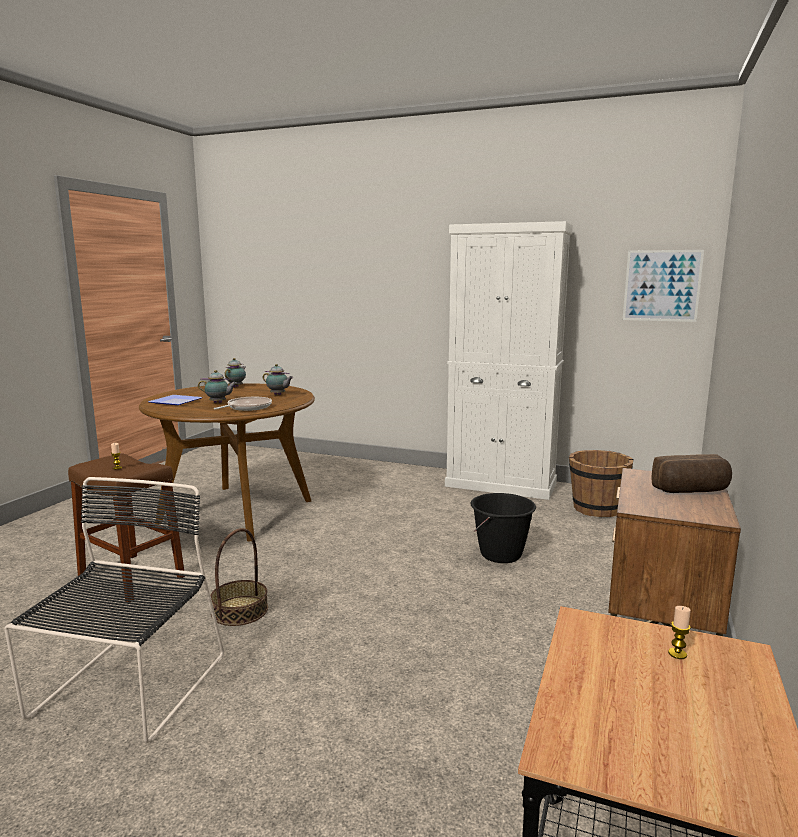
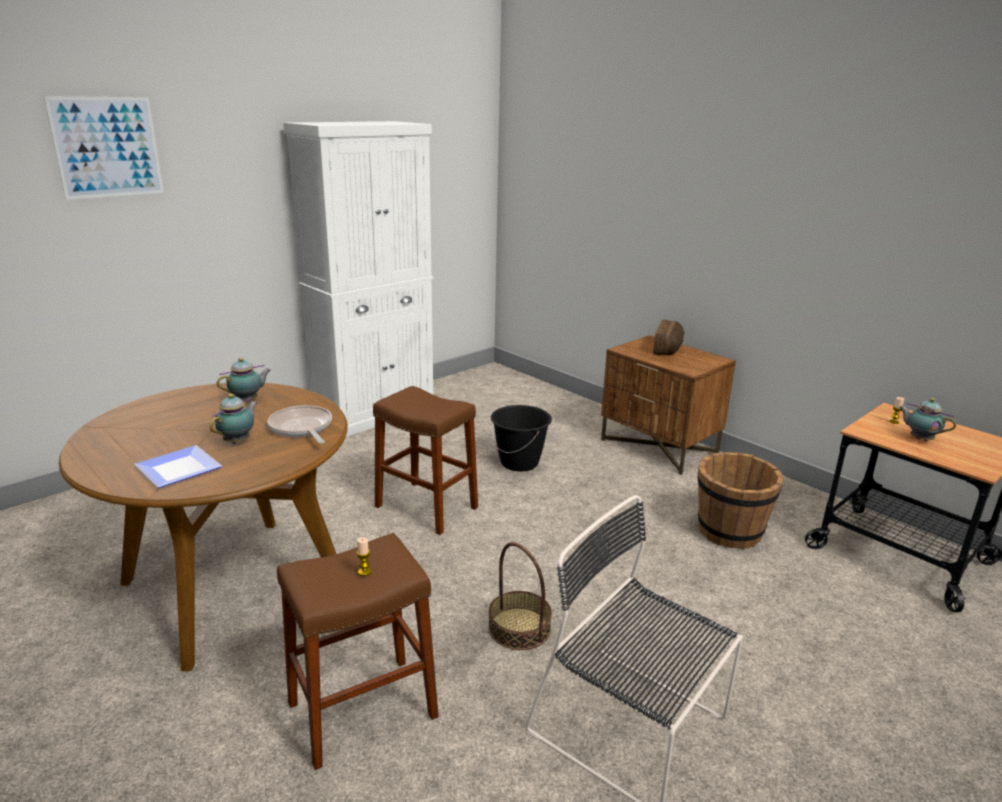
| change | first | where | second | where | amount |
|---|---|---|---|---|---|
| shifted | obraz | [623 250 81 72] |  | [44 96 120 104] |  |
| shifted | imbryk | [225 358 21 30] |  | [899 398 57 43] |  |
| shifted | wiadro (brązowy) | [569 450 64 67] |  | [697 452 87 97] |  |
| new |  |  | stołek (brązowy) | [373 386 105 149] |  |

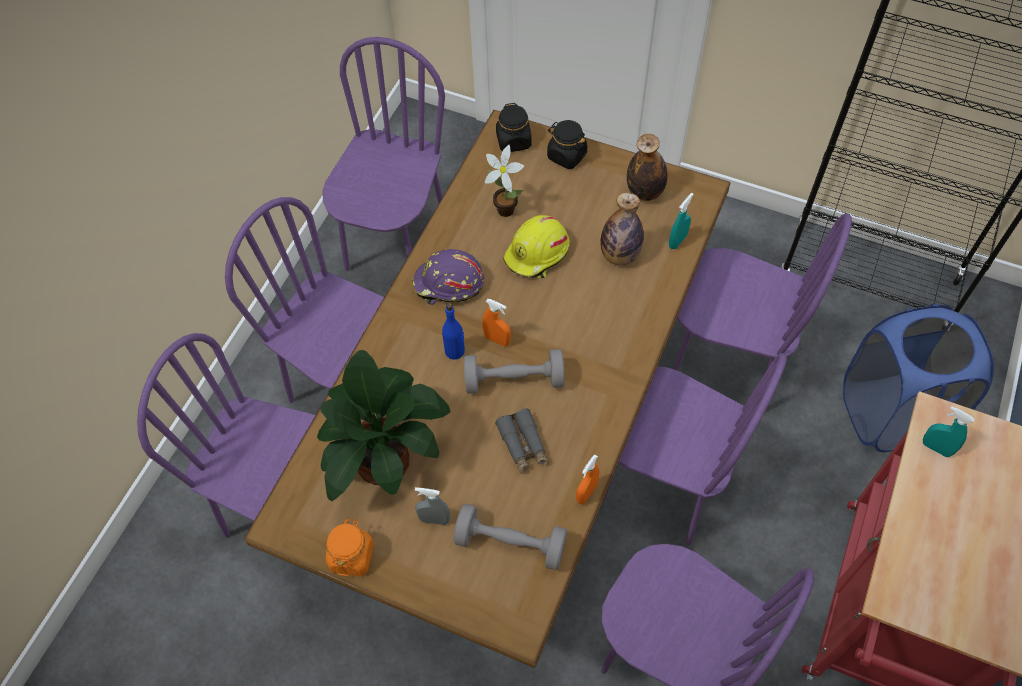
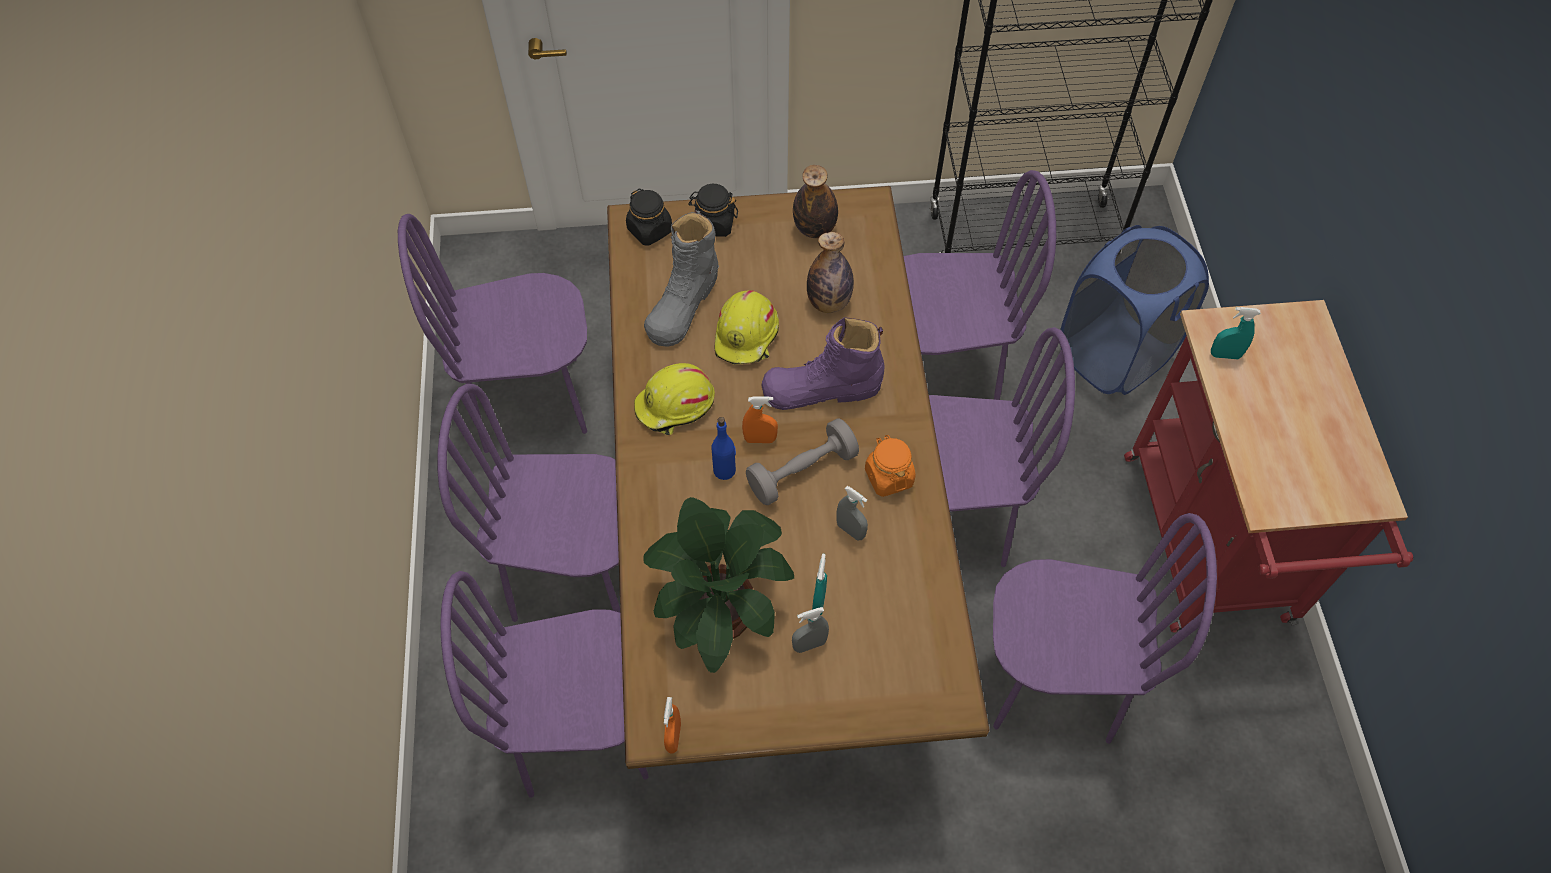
| change | first | where | second | where | amount |
|---|---|---|---|---|---|
| rotated | krzesło (fioletowy) | [322 37 123 234] |  | [398 214 189 239] | 90 degrees counterclockwise |
| swapped | roślina doniczkowa | [485 145 39 72] | but z cholewką (szary) | [644 210 75 137] |  |
| shifted | spryskiwacz (turkusowy) | [669 193 25 56] |  | [812 554 15 61] |  |
| repainted | kask (fioletowy) | [412 249 72 56] | kask (żółty) | [634 363 81 72] |  |
| swapped | lornetka (szary) | [495 408 54 66] | spryskiwacz (szary) | [836 486 32 54] |  |
| shifted | spryskiwacz (pomarańczowy) | [576 454 24 50] |  | [664 697 17 57] |  |
| gone | hantel (szary) | [453 504 114 66] |  |  |  |
| shifted | słoik (pomarańczowy) | [326 518 48 58] |  | [865 435 51 62] |  |
| new |  |  | but z cholewką (fioletowy) | [761 317 124 93] |  |

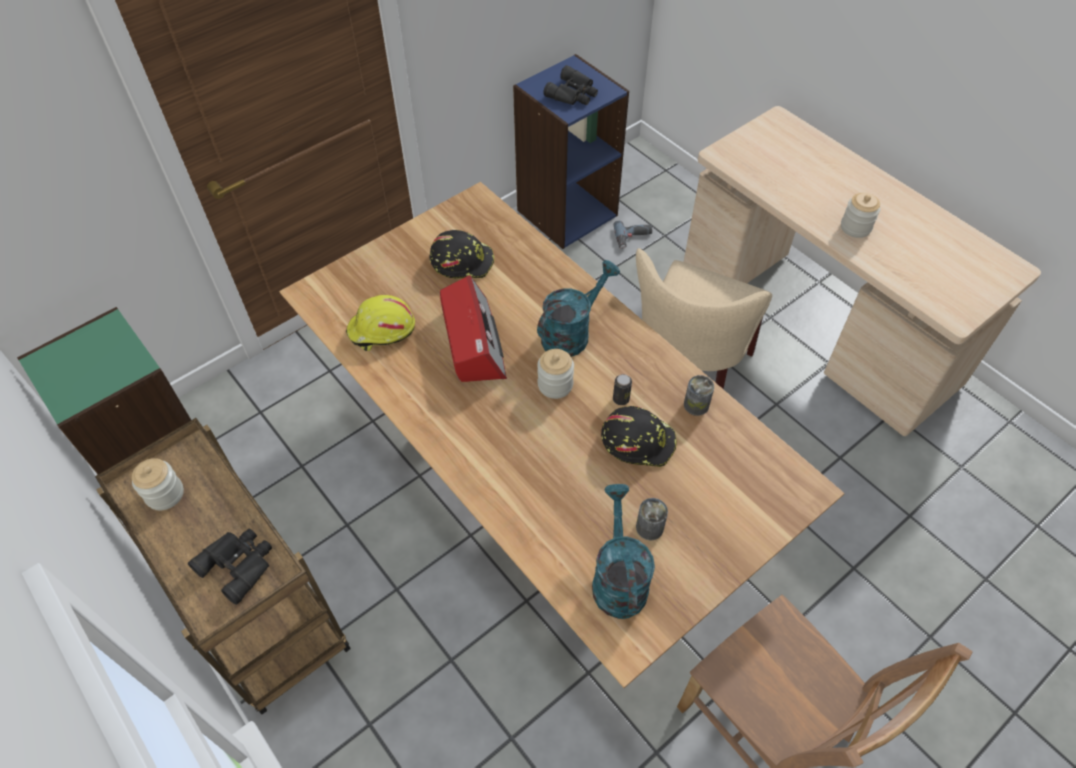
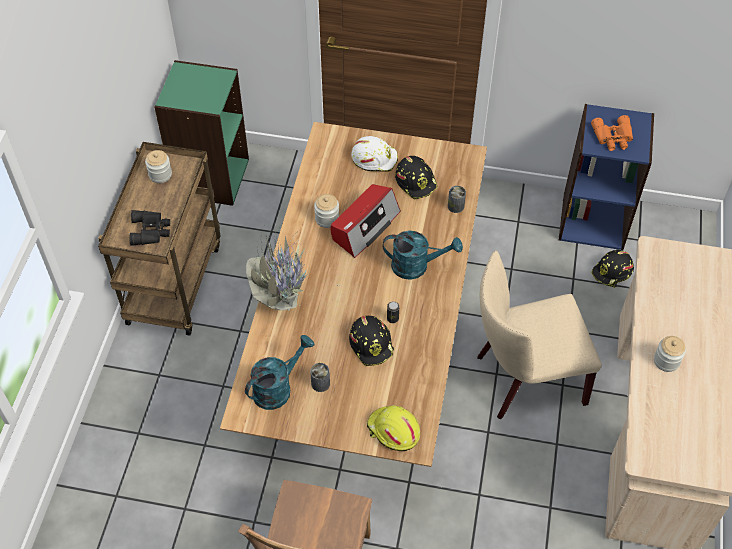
| change | first | where | second | where | amount |
|---|---|---|---|---|---|
| repainted | lornetka (czarny) | [543 65 55 40] | lornetka (pomarańczowy) | [591 115 42 36] |  |
| swapped | wiertarka | [614 221 38 28] | kask (czarny) | [591 250 43 38] |  |
| shifted | kask (żółty) | [346 295 69 56] |  | [367 405 53 46] |  |
| shifted | słoik | [537 349 37 50] |  | [314 194 25 34] |  |
| shifted | puszka | [684 375 30 41] |  | [448 186 18 27] |  |
| new |  |  | kask (biały) | [351 136 47 36] |  |
| new |  |  | roślina doniczkowa | [246 224 94 87] |  |

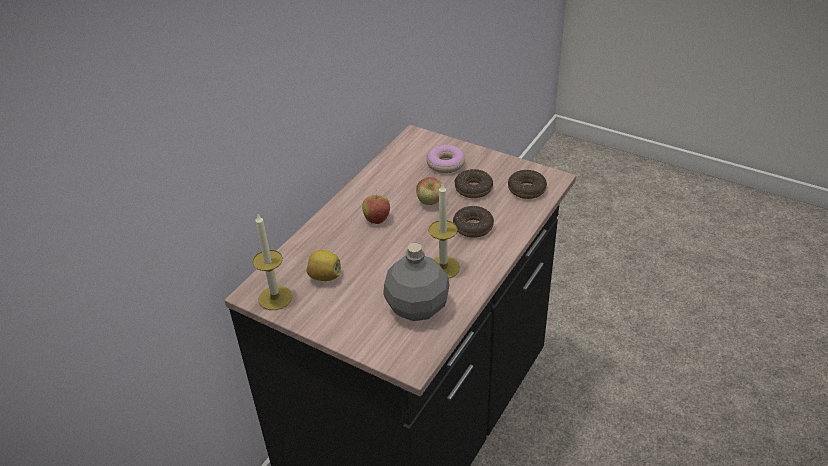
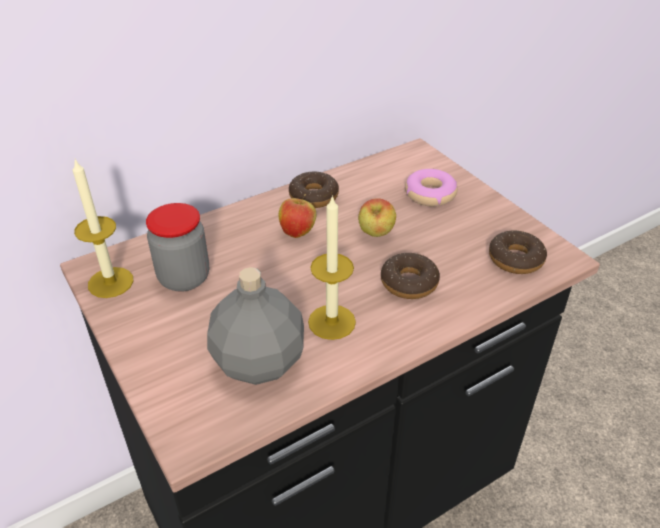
| change | first | where | second | where | amount |
|---|---|---|---|---|---|
| shifted | donut | [454 169 39 29] |  | [289 171 50 37] |  |
| swapped | cytryna | [306 250 35 31] | słoik | [146 203 63 89] |  |

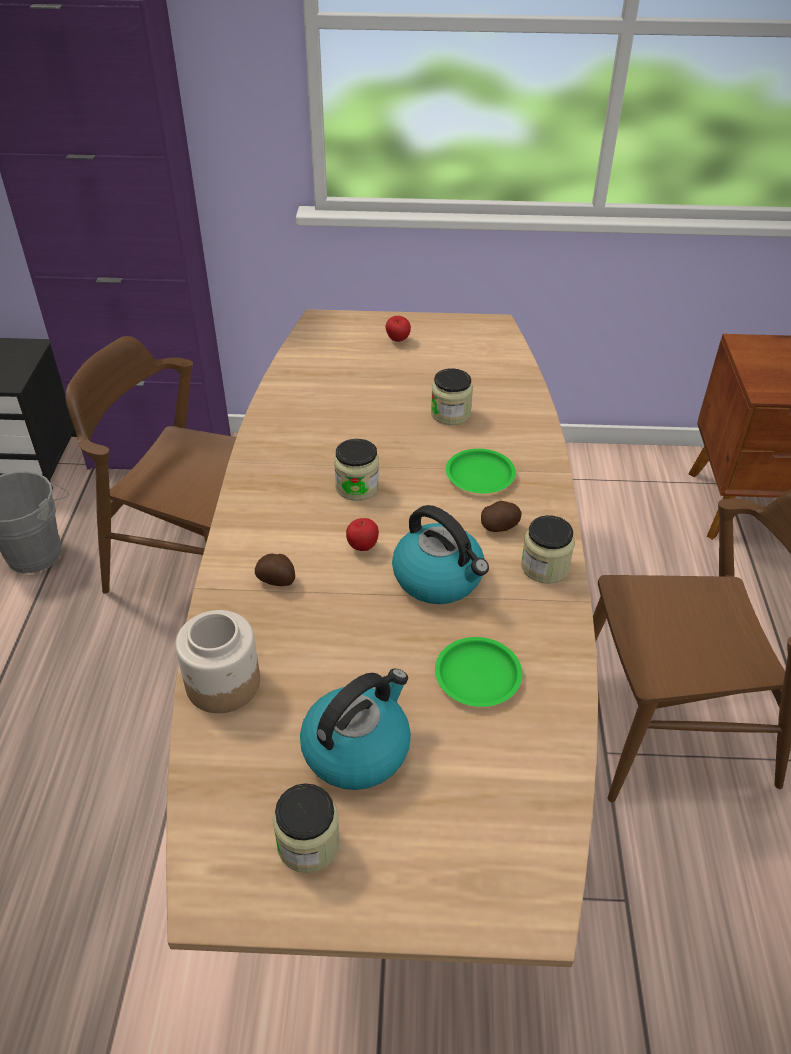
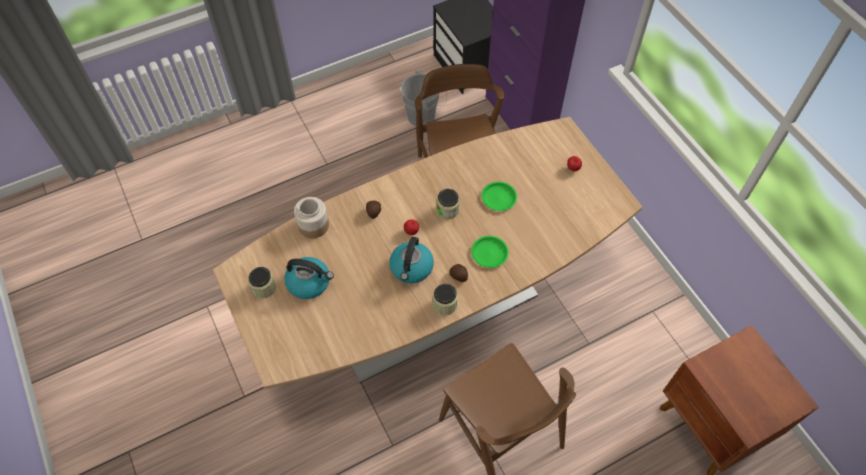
| change | first | where | second | where | amount |
|---|---|---|---|---|---|
| gone | słoik | [431 368 42 57] |  |  |  |
| shifted | talerz (zielony) | [435 637 87 70] |  | [481 182 36 29] |  |

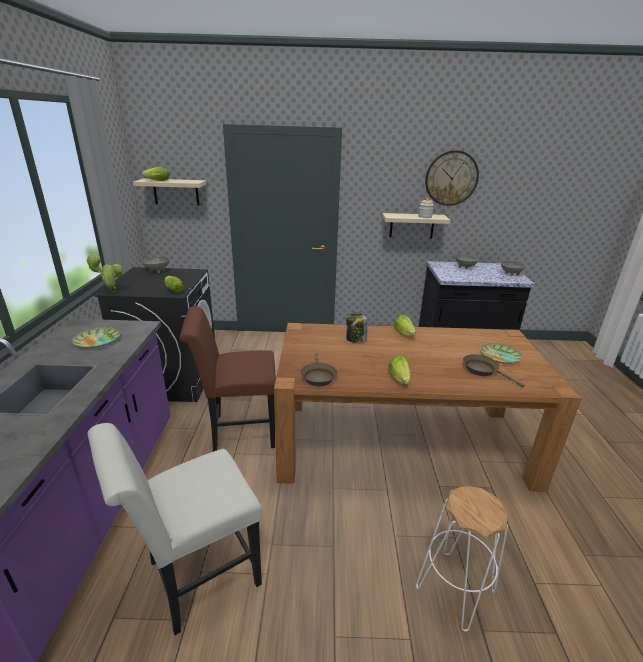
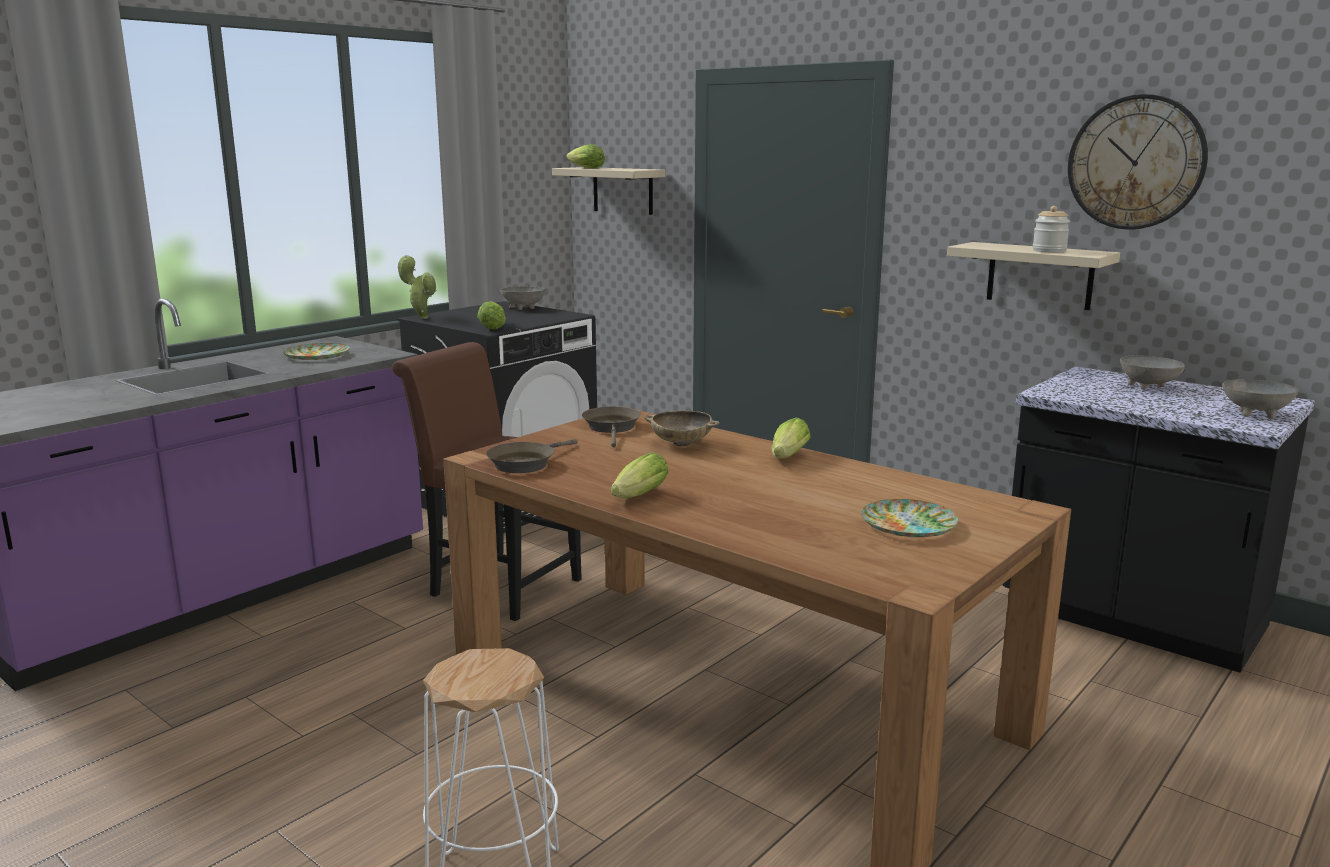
| change | first | where | second | where | amount |
|---|---|---|---|---|---|
| swapped | słoik | [346 312 21 31] | miska (beżowy) | [644 411 76 36] |  |
| shifted | patelnia (brązowy) | [463 354 61 33] |  | [582 407 59 40] |  |
| gone | krzesło (biały) | [88 423 174 212] |  |  |  |

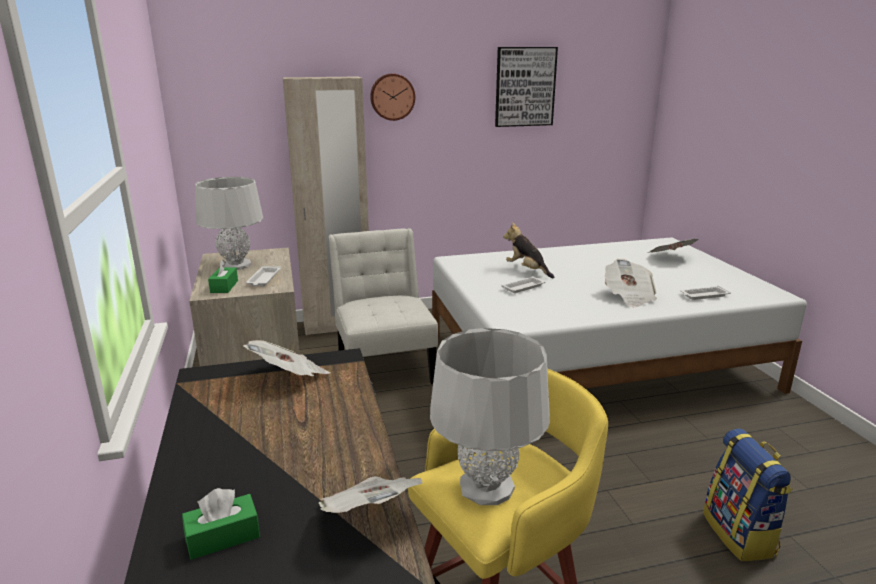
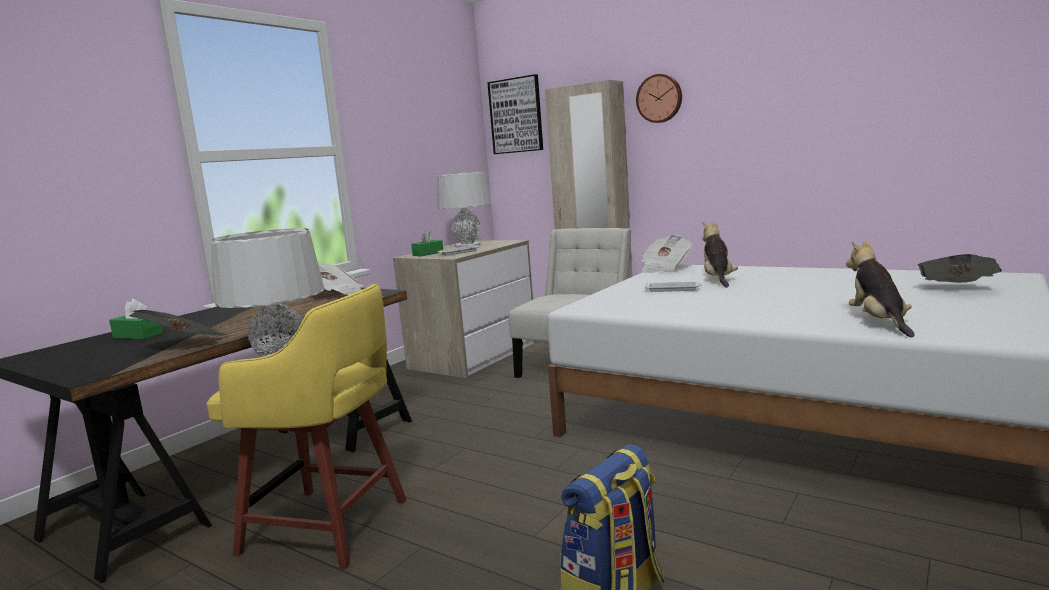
| change | first | where | second | where | amount |
|---|---|---|---|---|---|
| shifted | obraz | [495 47 63 80] |  | [487 74 56 80] |  |
| shifted | gazeta | [605 259 52 48] |  | [641 235 52 38] |  |
| swapped | taca (biały) | [680 286 51 14] | pluszak | [846 241 69 96] |  |

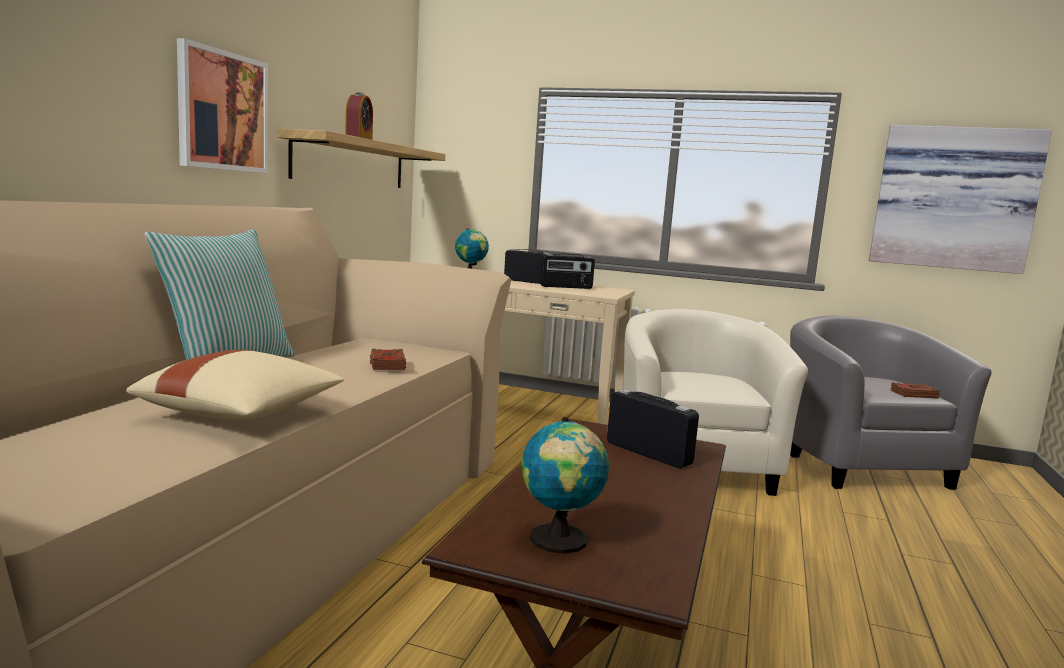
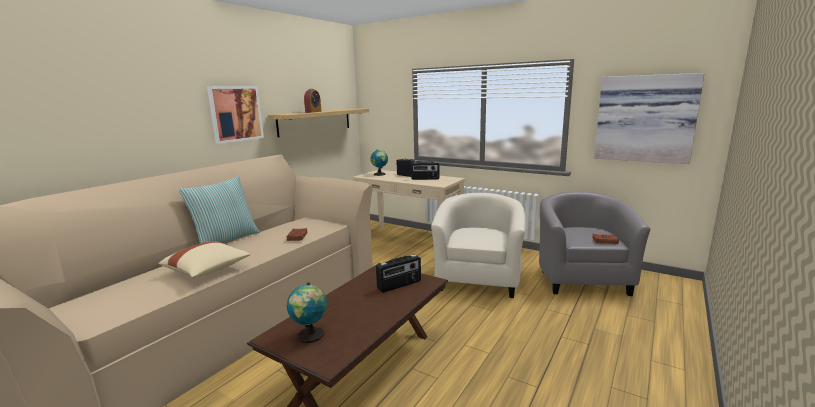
| change | first | where | second | where | amount |
|---|---|---|---|---|---|
| rotated | radio | [607 390 92 78] |  | [376 254 45 39] | 90 degrees clockwise |

